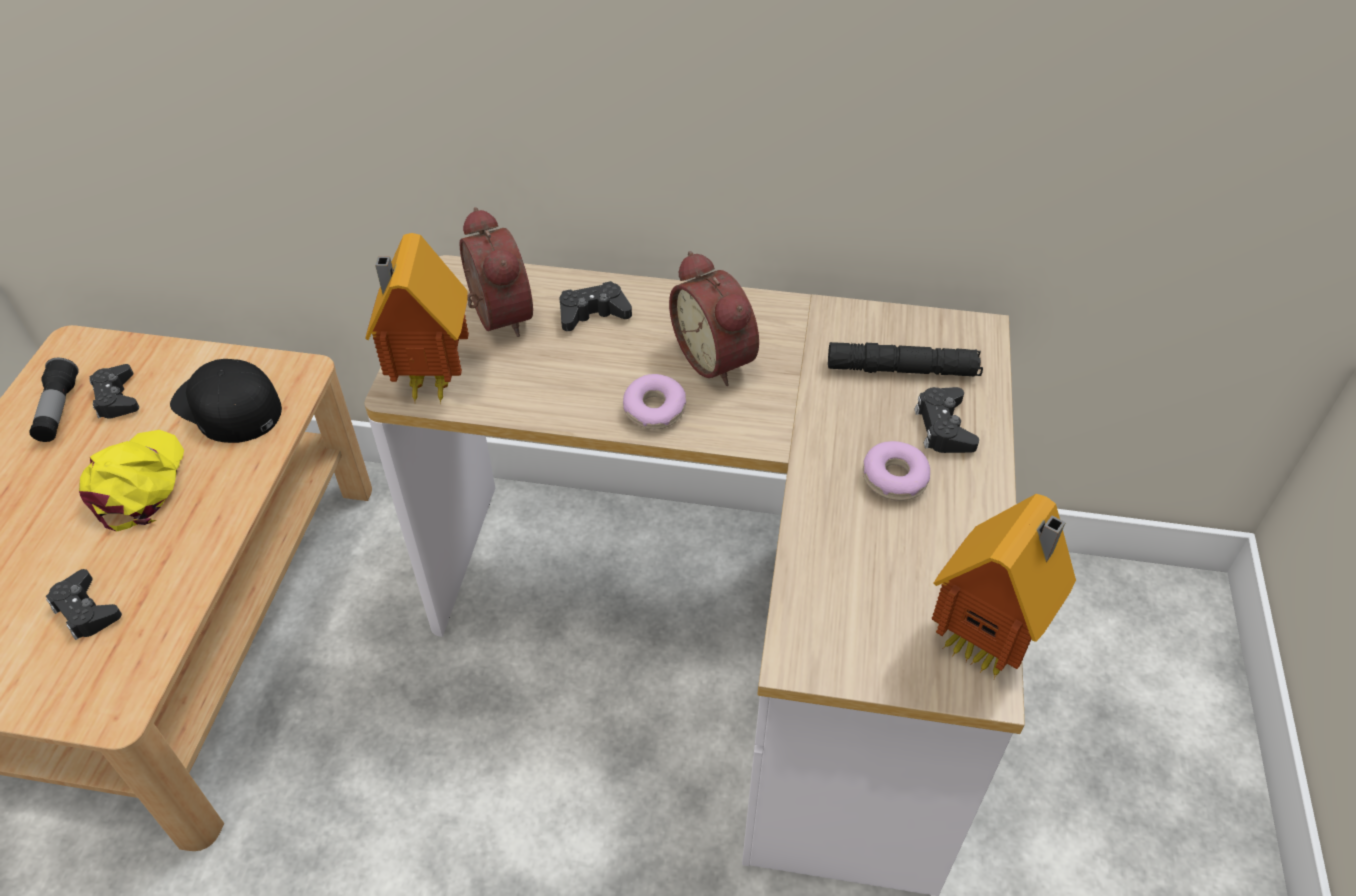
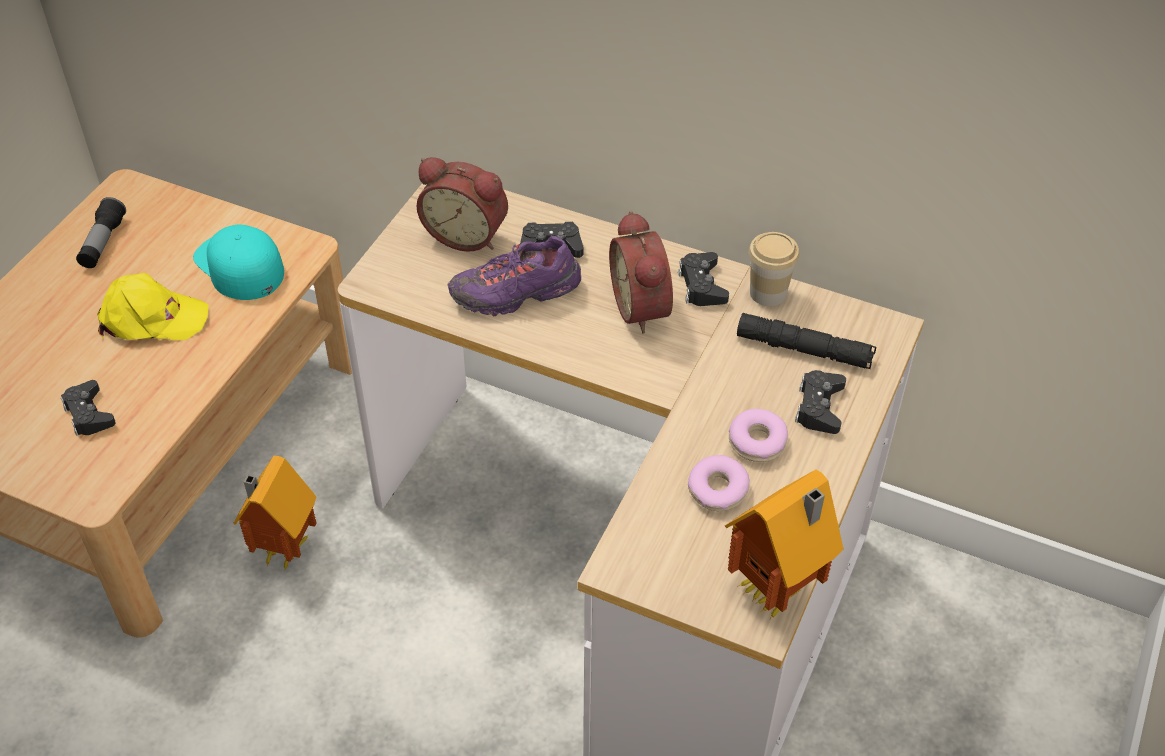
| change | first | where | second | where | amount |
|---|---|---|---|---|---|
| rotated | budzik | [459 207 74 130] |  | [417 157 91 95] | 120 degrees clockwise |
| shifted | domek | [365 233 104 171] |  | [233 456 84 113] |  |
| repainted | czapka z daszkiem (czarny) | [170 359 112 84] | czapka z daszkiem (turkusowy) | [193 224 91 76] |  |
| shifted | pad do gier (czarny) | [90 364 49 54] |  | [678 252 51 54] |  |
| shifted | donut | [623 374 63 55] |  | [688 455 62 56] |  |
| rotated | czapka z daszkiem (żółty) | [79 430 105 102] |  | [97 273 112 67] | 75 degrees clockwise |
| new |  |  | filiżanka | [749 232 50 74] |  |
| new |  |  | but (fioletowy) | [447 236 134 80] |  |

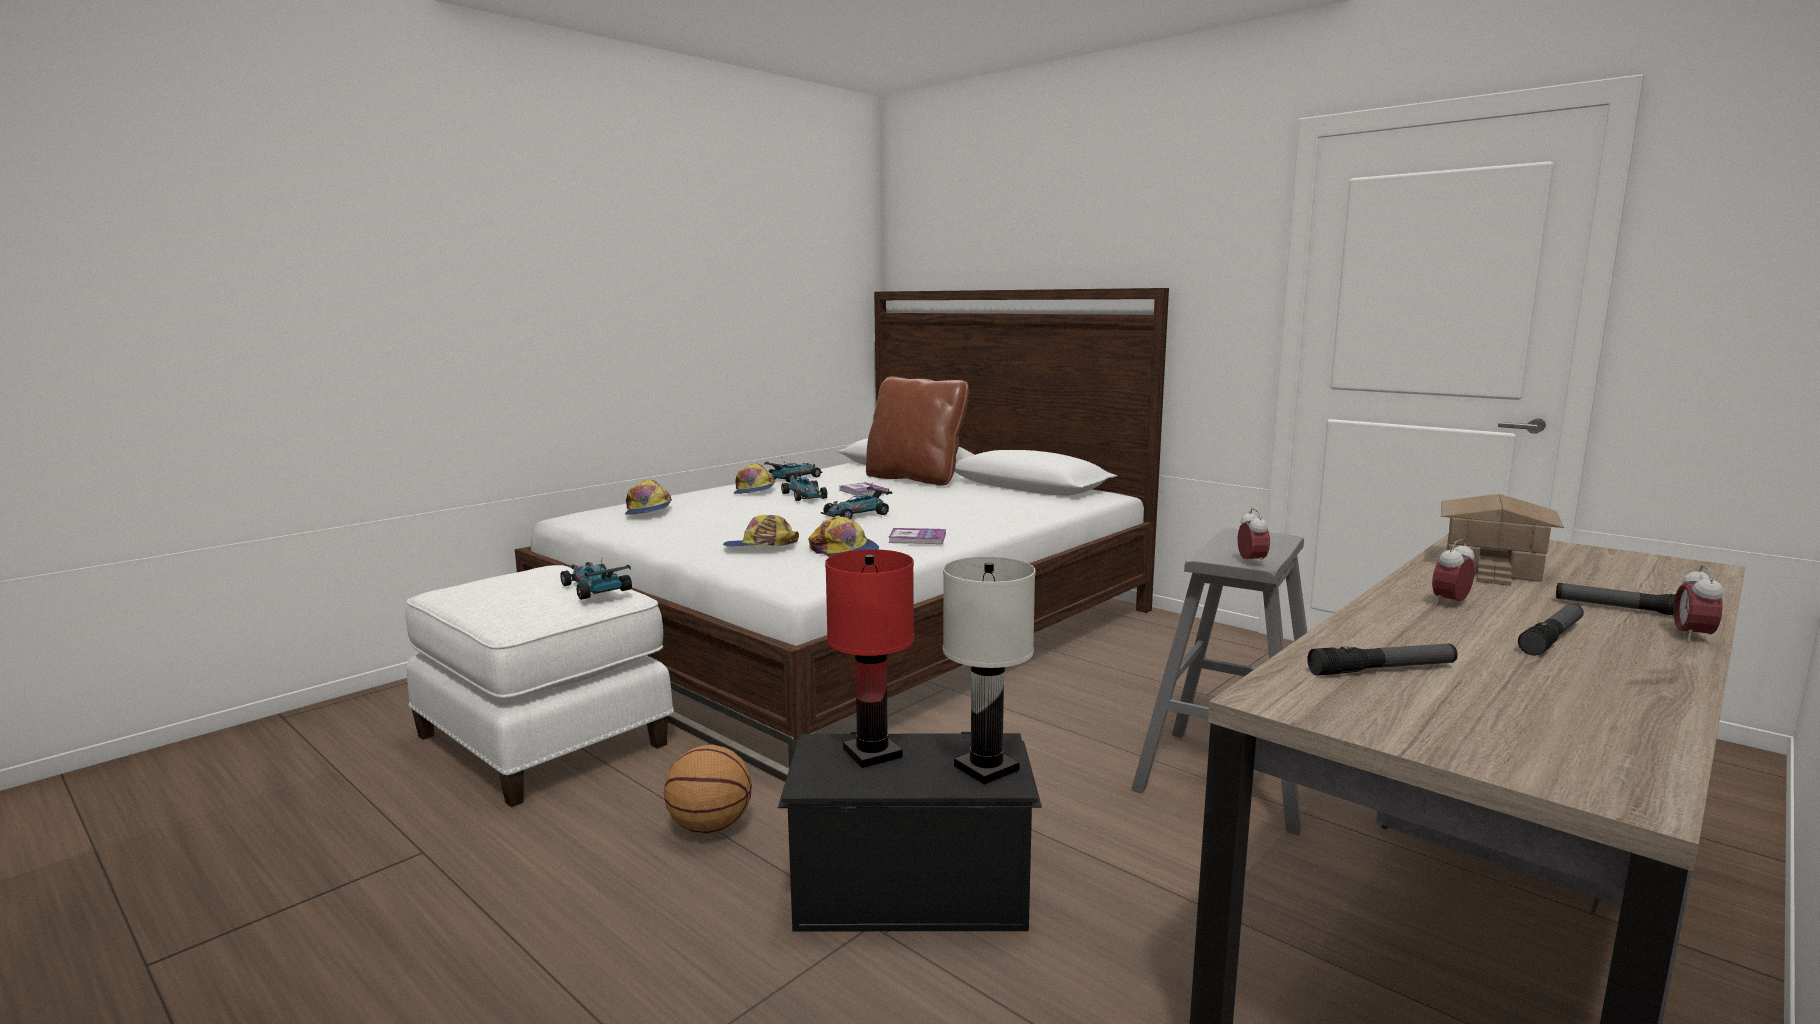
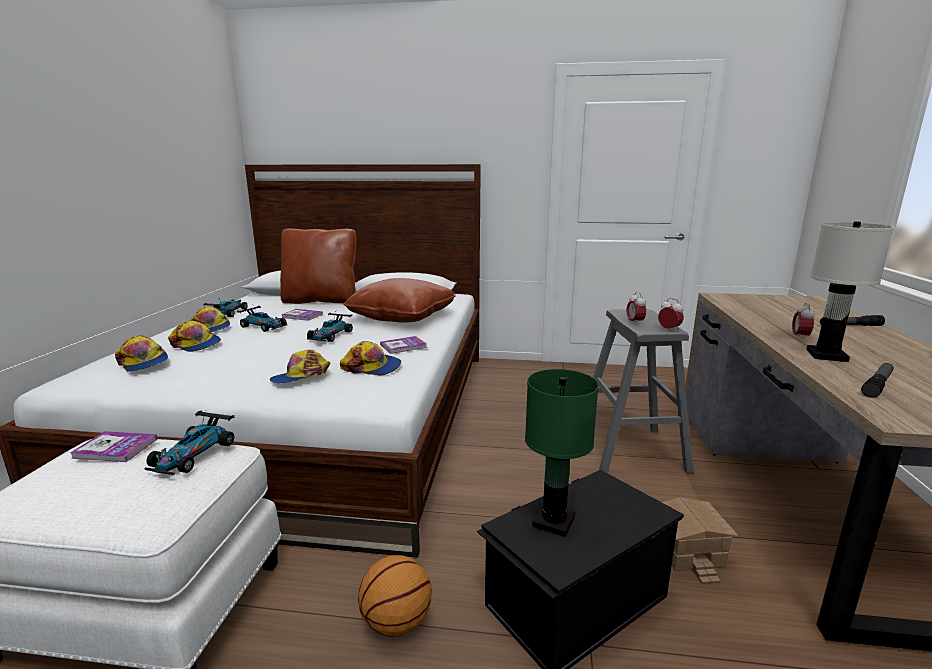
| change | first | where | second | where | amount |
|---|---|---|---|---|---|
| shifted | domek | [1440 494 124 92] |  | [662 497 76 87] |  |
| repainted | lampa stołowa (czerwony) | [825 549 89 219] | lampa stołowa (zielony) | [525 369 74 168] |  |
| shifted | lampa stołowa (biały) | [943 556 93 229] |  | [806 221 88 141] |  |
| rotated | samochodzik | [560 558 72 42] |  | [144 410 90 65] | 90 degrees counterclockwise |
| shifted | budzik | [1673 565 50 77] |  | [627 292 19 33] |  |
| gone | latarka | [1518 604 66 52] |  |  |  |
| new |  |  | poduszka (brązowy) | [344 278 112 45] |  |
| new |  |  | czapka z daszkiem | [168 321 53 31] |  |
| new |  |  | książka | [70 431 88 31] |  |

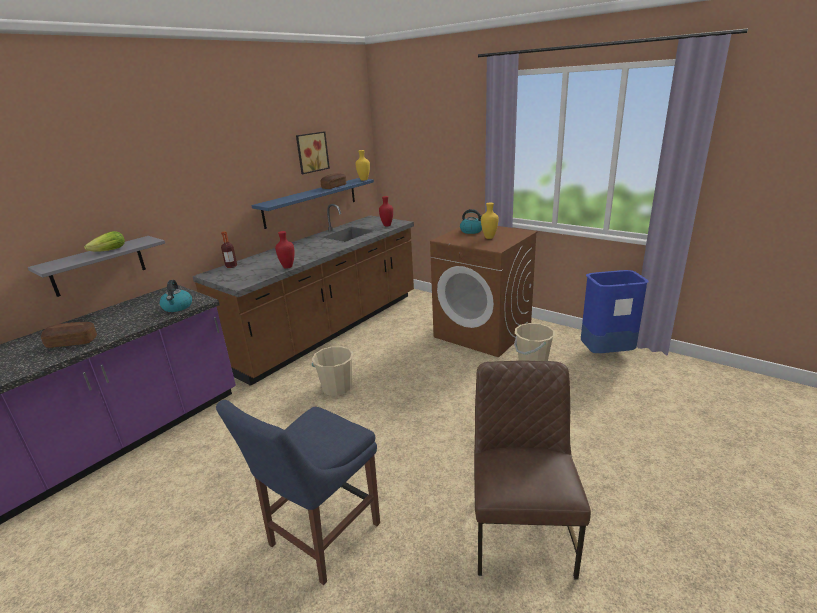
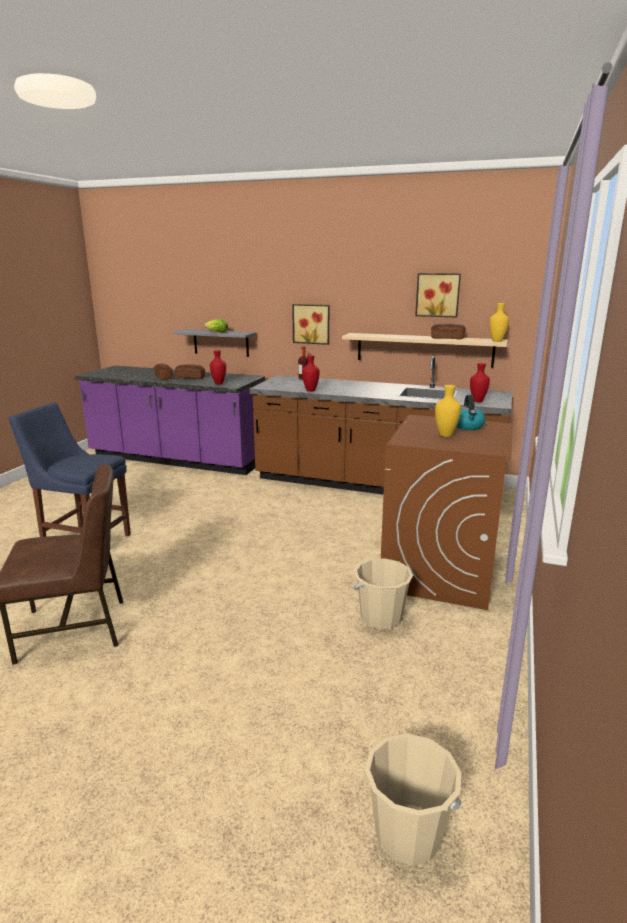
| change | first | where | second | where | amount |
|---|---|---|---|---|---|
| repainted | półka (niebieski) | [251 178 123 51] | półka (beżowy) | [342 333 166 35] |  |
| gone | kosz na śmieci (niebieski) | [581 270 68 83] |  |  |  |
| swapped | czajnik | [159 280 33 32] | wazon (czerwony) | [210 350 16 34] |  |
| shifted | wiadro (beżowy) | [311 346 43 50] |  | [365 733 96 132] |  |
| new |  |  | obraz | [292 304 38 41] |  |
| new |  |  | chleb | [175 364 30 15] |  |

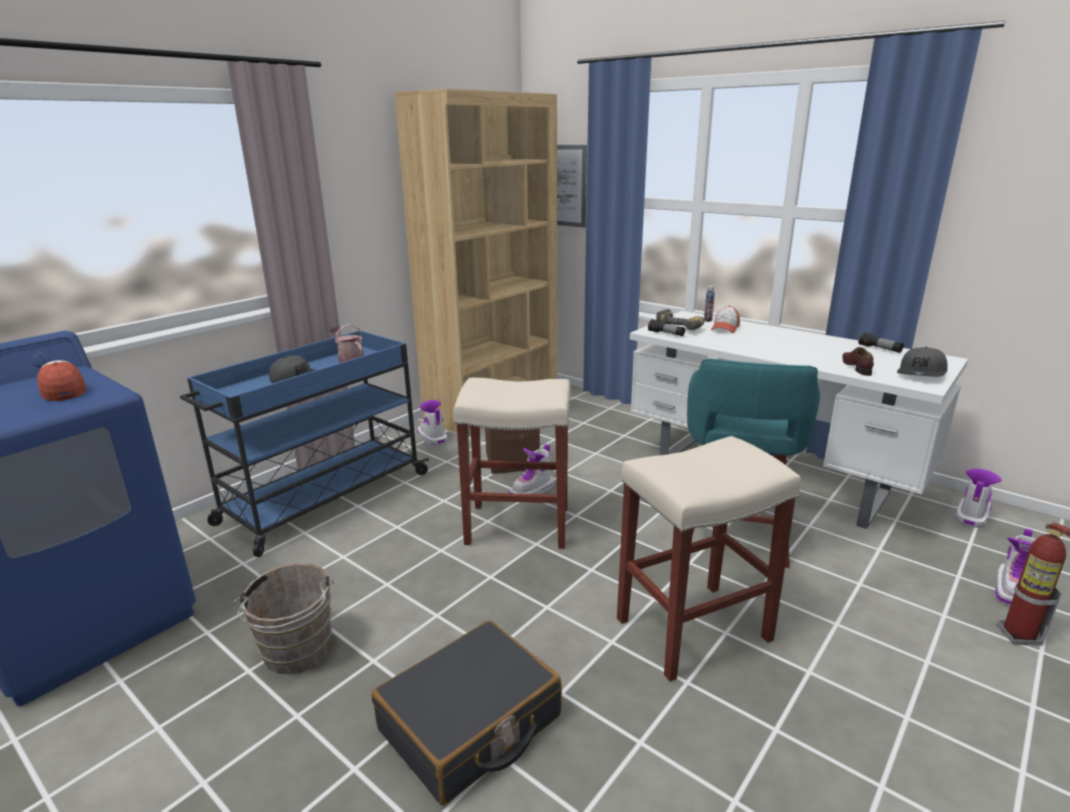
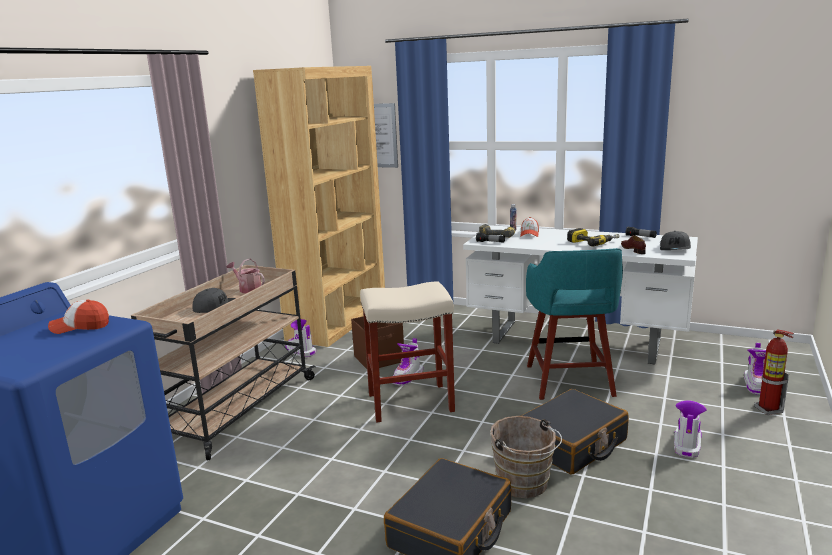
| change | first | where | second | where | amount |
|---|---|---|---|---|---|
| repainted | wózek (niebieski) | [180 331 249 226] | wózek (beżowy) | [131 265 185 196] |  |
| rotated | czapka z daszkiem | [37 360 49 41] |  | [48 300 61 34] | 45 degrees counterclockwise |
| swapped | stołek (beżowy) | [617 436 184 246] | walizka (czarny) | [521 389 108 85] |  |
| shifted | but z cholewką | [956 469 46 59] |  | [674 401 33 57] |  |
| shifted | wiadro (brązowy) | [233 563 101 112] |  | [491 416 71 82] |  |
| new |  |  | wiertarka | [567 228 53 19] |  |

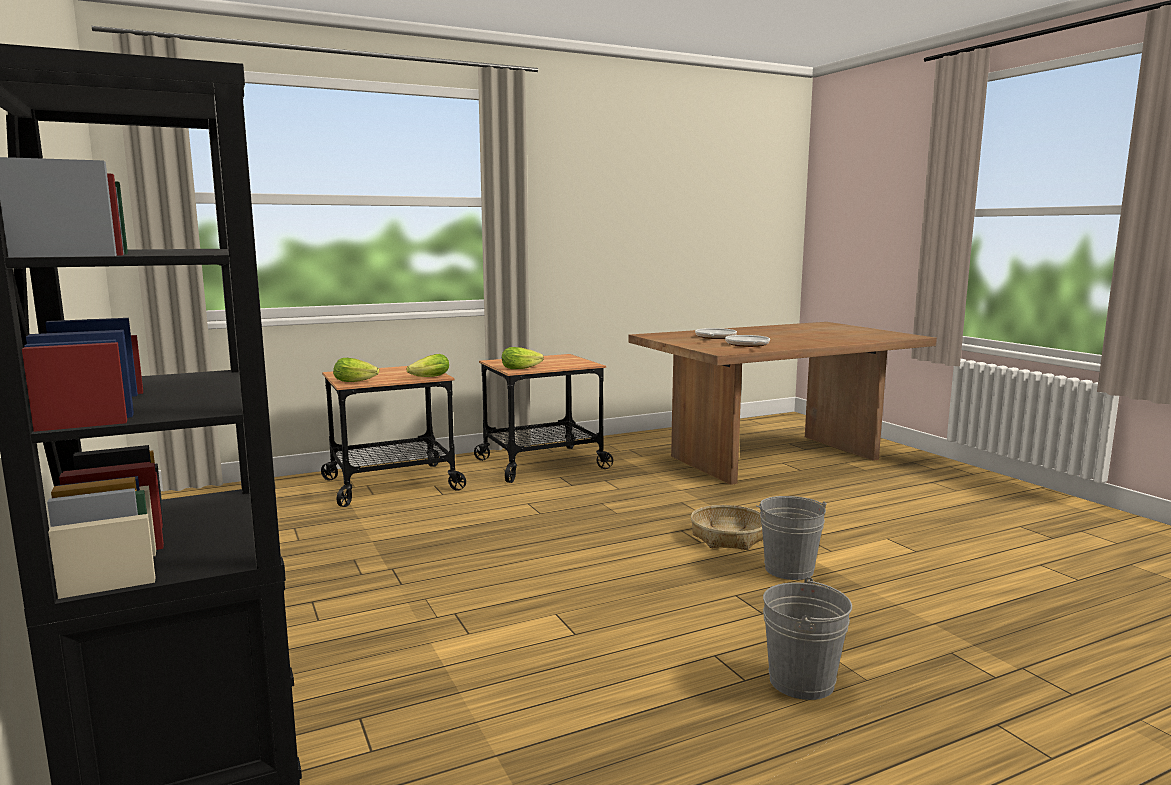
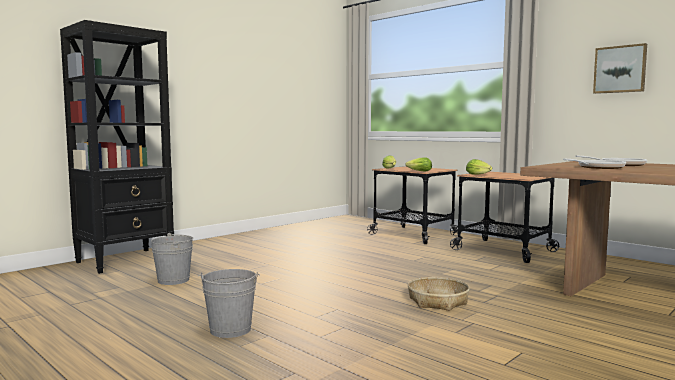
| change | first | where | second | where | amount |
|---|---|---|---|---|---|
| shifted | wiadro (szary) | [756 496 71 84] |  | [151 233 42 52] |  |
| new |  |  | obraz | [593 43 54 51] |  |

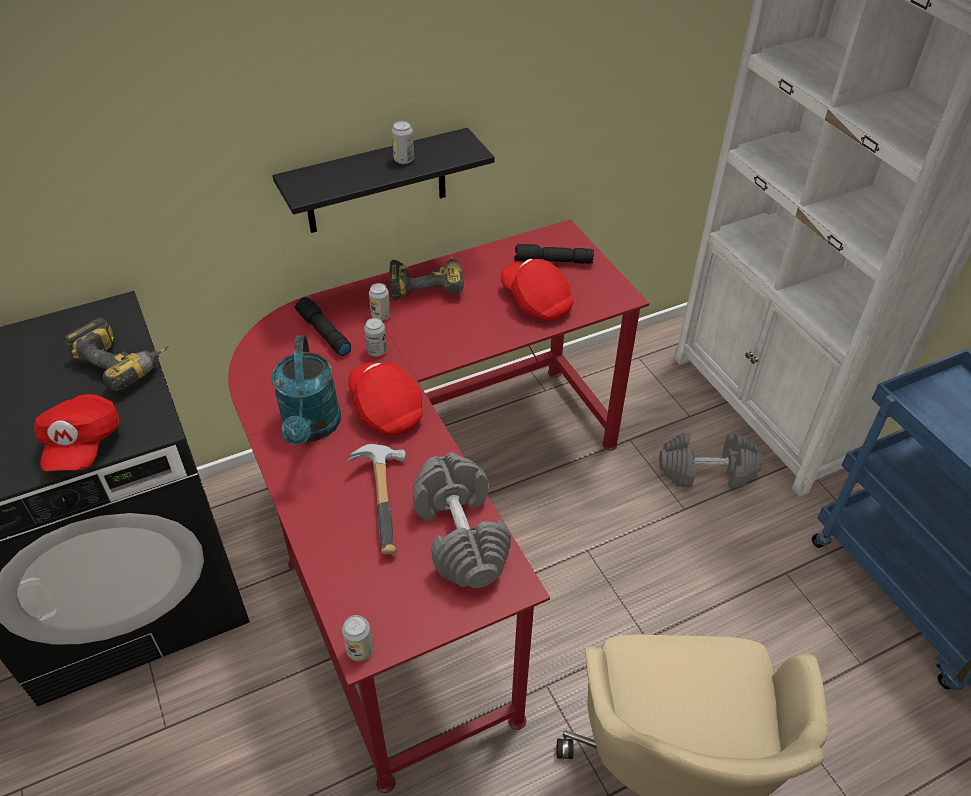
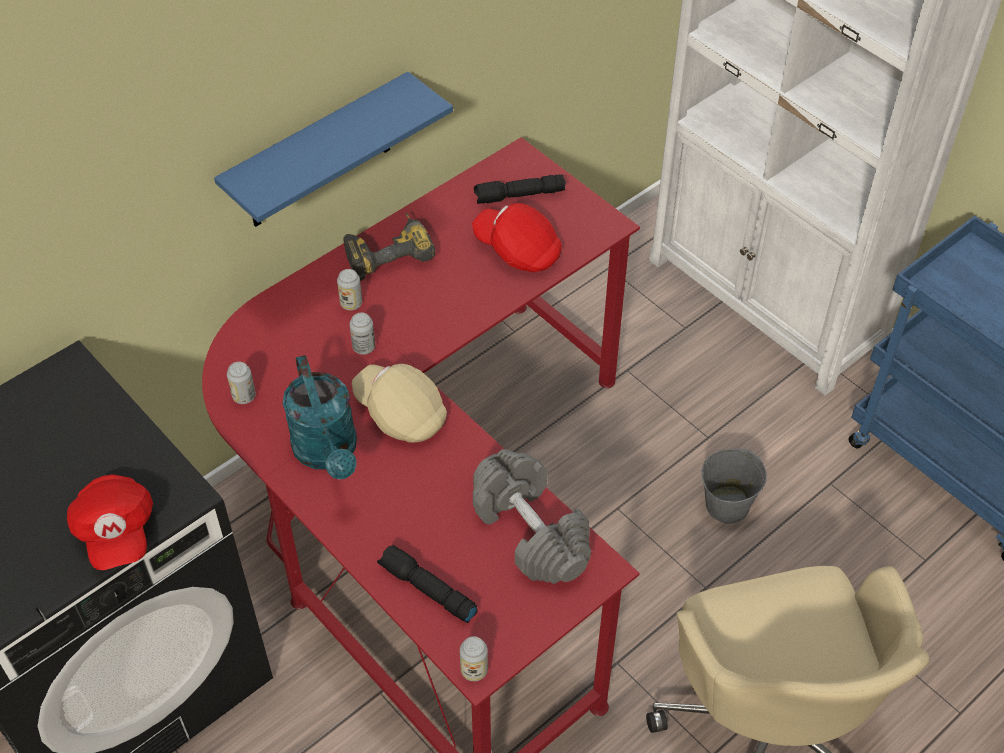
| change | first | where | second | where | amount |
|---|---|---|---|---|---|
| shifted | puszka | [392 121 22 43] |  | [227 362 29 42] |  |
| repainted | półka (czarny) | [272 128 223 105] | półka (niebieski) | [214 72 239 155] |  |
| shifted | latarka (czarny) | [294 297 57 59] |  | [377 545 100 78] |  |
| gone | wiertarka | [65 318 104 73] |  |  |  |
| repainted | czapka z daszkiem (czerwony) | [348 362 75 73] | czapka z daszkiem (beżowy) | [352 364 95 78] |  |
| gone | hantel (szary) | [659 433 103 55] |  |  |  |
| gone | młotek | [347 444 59 110] |  |  |  |
| new |  |  | wiadro (szary) | [701 449 66 75] |  |

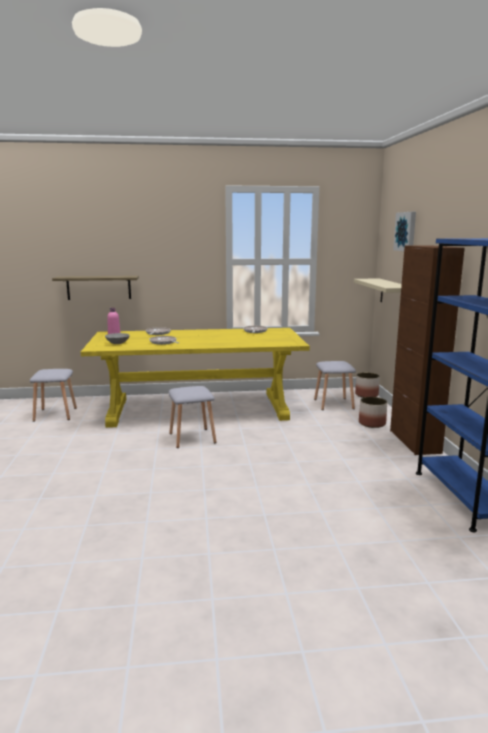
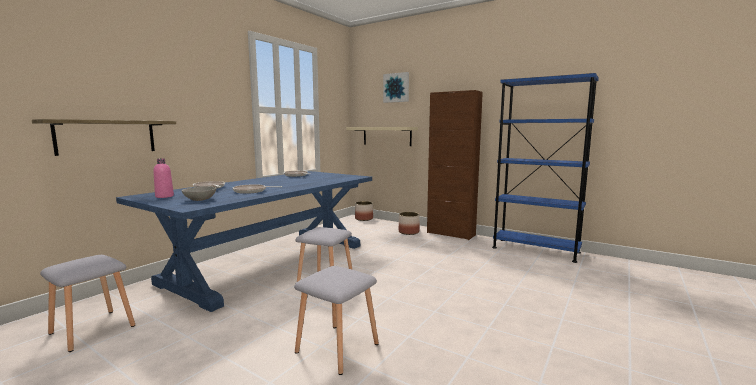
| change | first | where | second | where | amount |
|---|---|---|---|---|---|
| repainted | stół jadalny (żółty) | [81 328 229 100] | stół jadalny (niebieski) | [116 171 256 141] |  |
| shifted | stołek (szary) | [314 361 42 49] |  | [294 266 85 109] |  |

